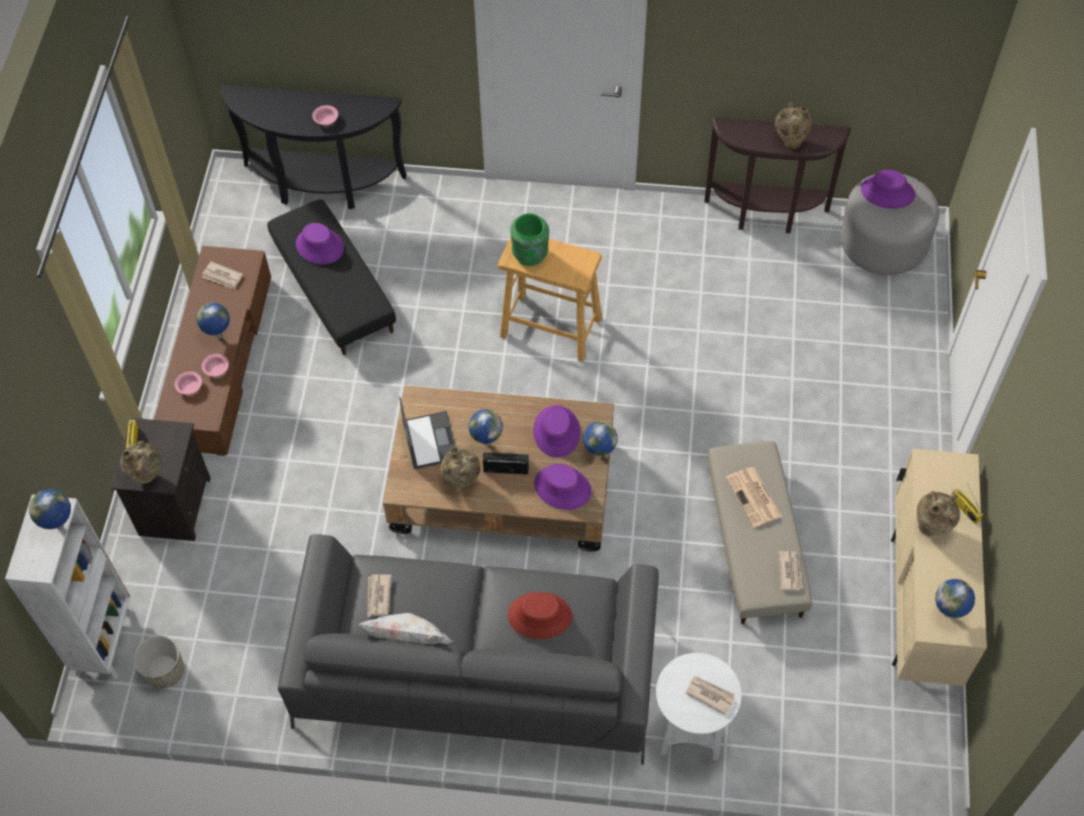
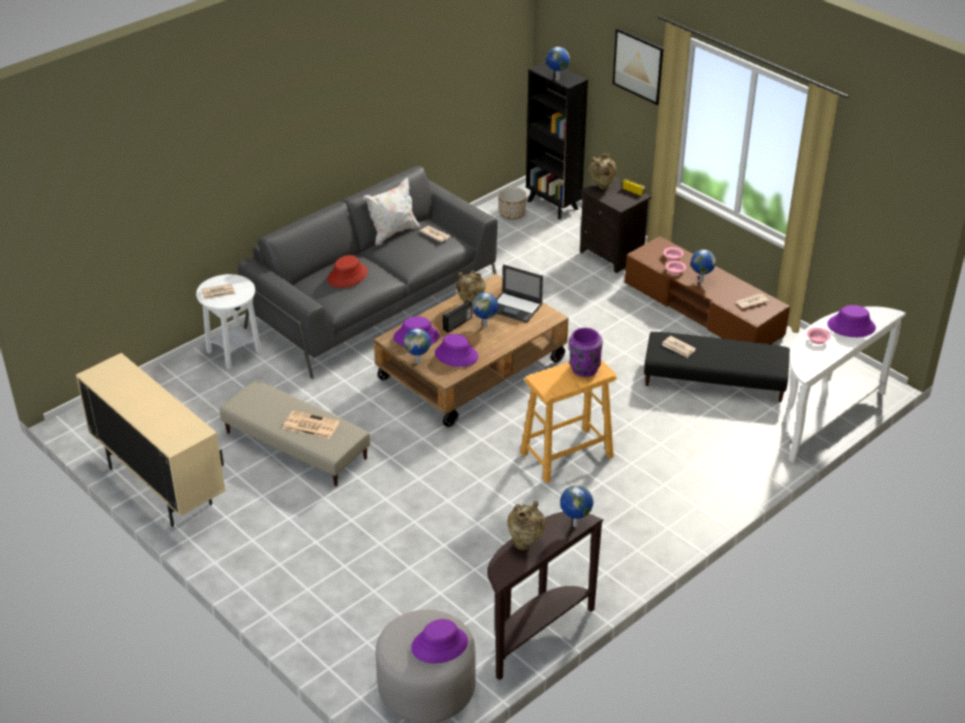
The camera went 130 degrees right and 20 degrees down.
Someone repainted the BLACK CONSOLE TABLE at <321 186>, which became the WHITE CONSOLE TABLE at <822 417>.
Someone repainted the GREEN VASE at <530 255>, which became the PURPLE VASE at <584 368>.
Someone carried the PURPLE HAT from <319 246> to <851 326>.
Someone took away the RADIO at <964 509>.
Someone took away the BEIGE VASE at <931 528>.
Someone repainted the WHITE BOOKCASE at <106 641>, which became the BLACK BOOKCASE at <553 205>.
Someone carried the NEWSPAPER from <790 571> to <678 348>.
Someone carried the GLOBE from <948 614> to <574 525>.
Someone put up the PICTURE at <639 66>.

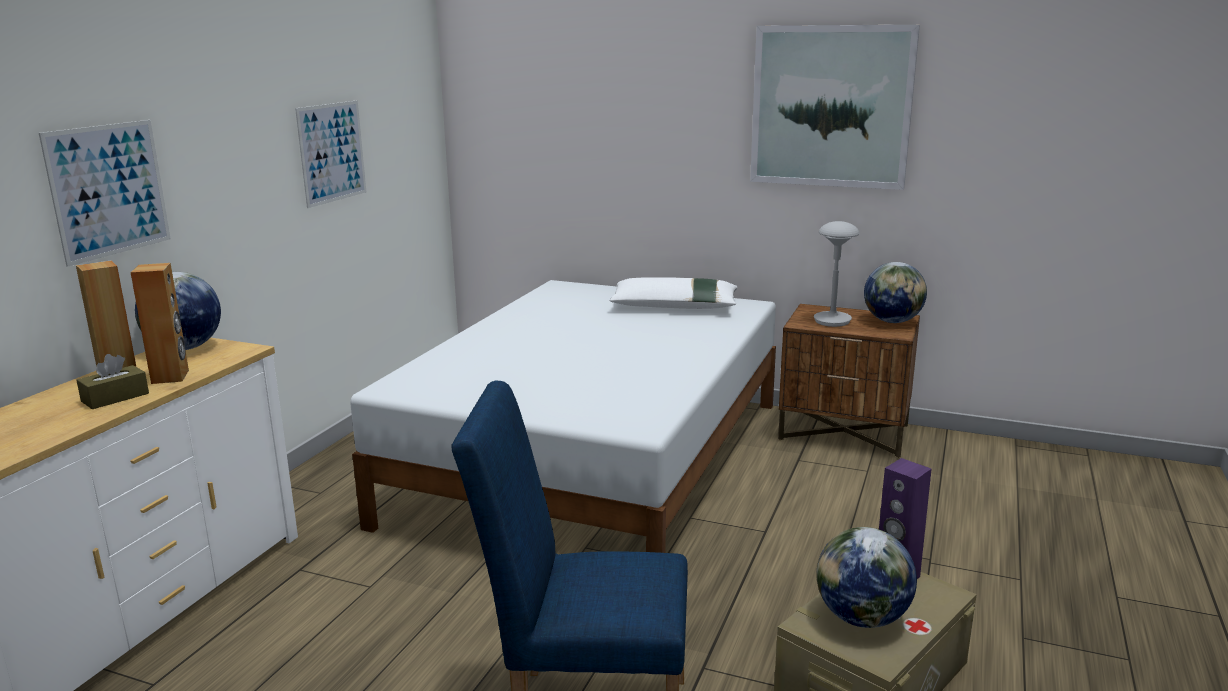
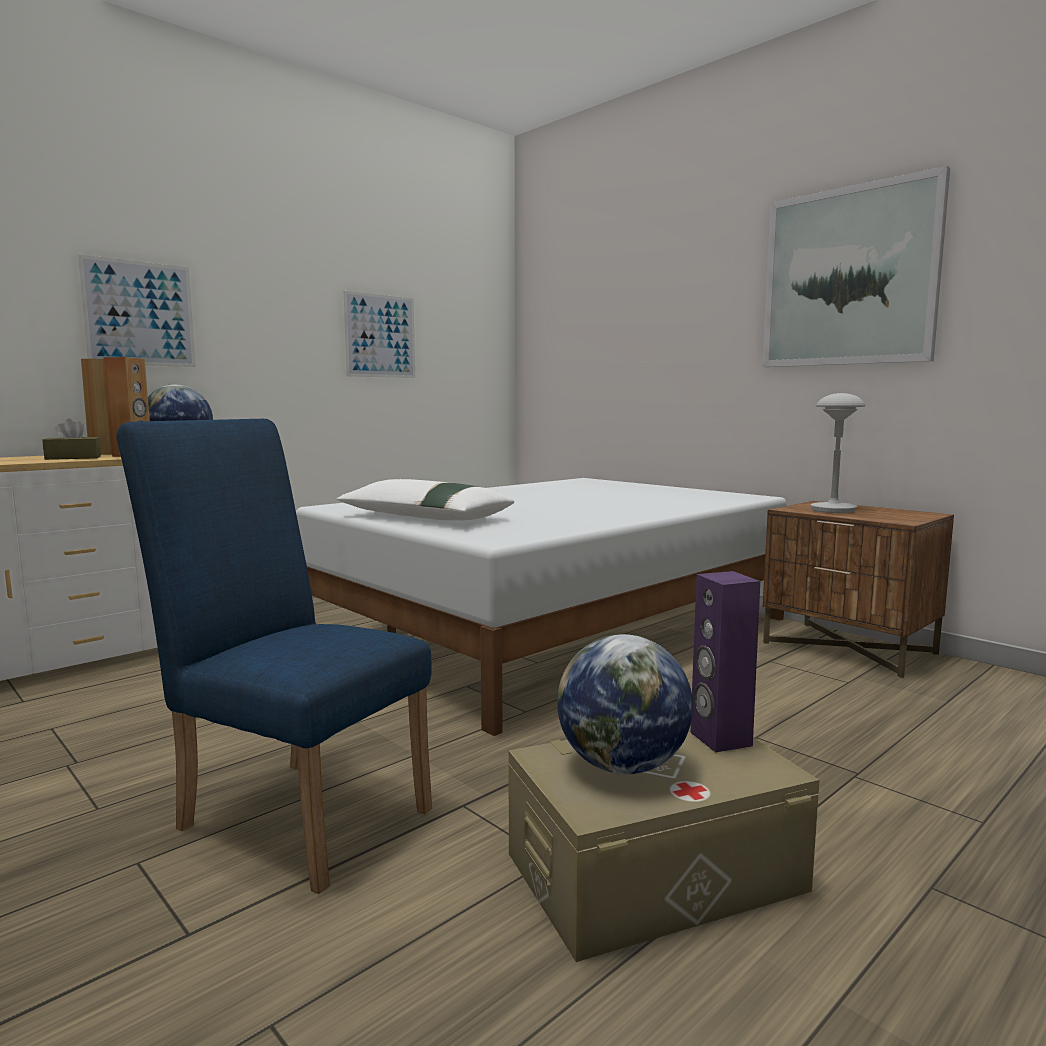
The camera went 25 degrees right and 10 degrees down.
Someone took away the GLOBE at <892 321>.
Someone carried the WHITE PILLOW from <674 306> to <424 518>.

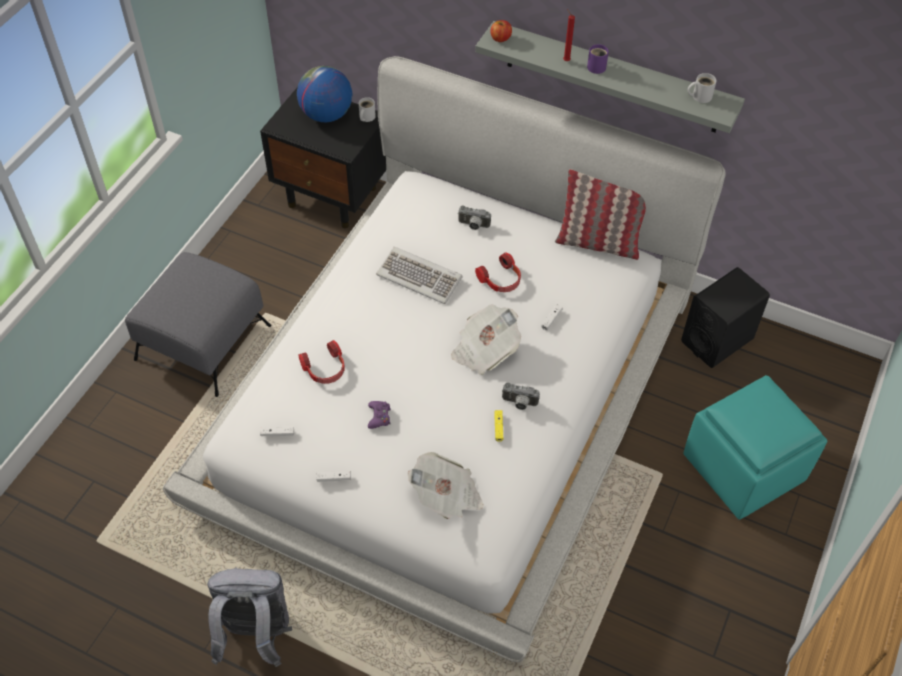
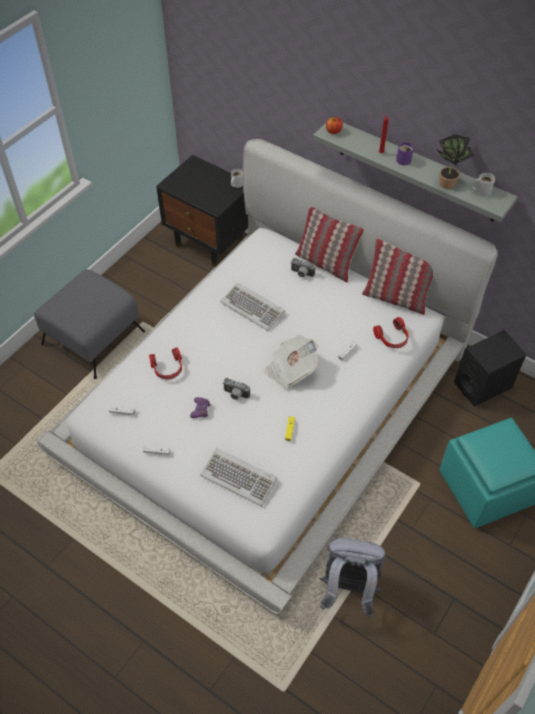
The camera went 10 degrees right and 0 degrees up.
Someone took away the GLOBE at <326 115>.
Someone carried the HEADPHONES from <501 280> to <392 338>.
Someone carried the PHOTO CAMERA from <519 403> to <235 395>.
Someone swapped the NEWSPAPER at <447 496> for the KEYBOARD at <239 477>.
Someone carried the GREY BACKPACK from <255 635> to <348 590>.
Someone put down the POTTED PLANT at <447 181>.
Someone put down the PILLOW at <325 263>.

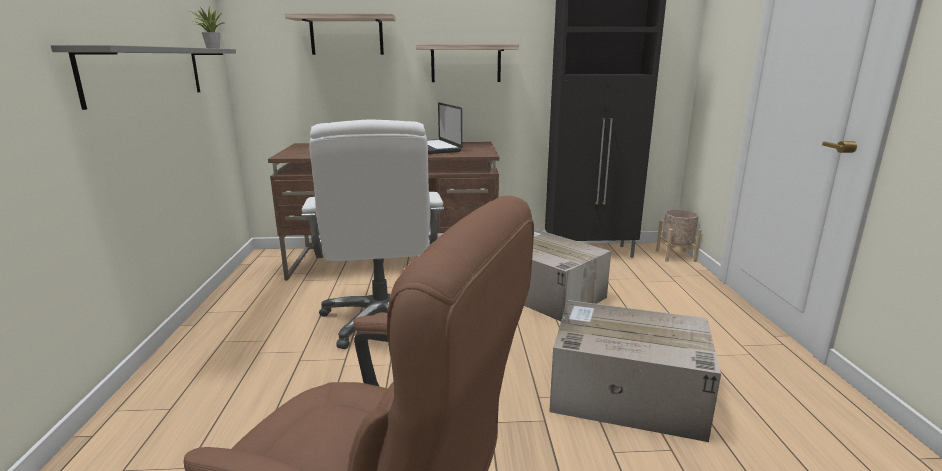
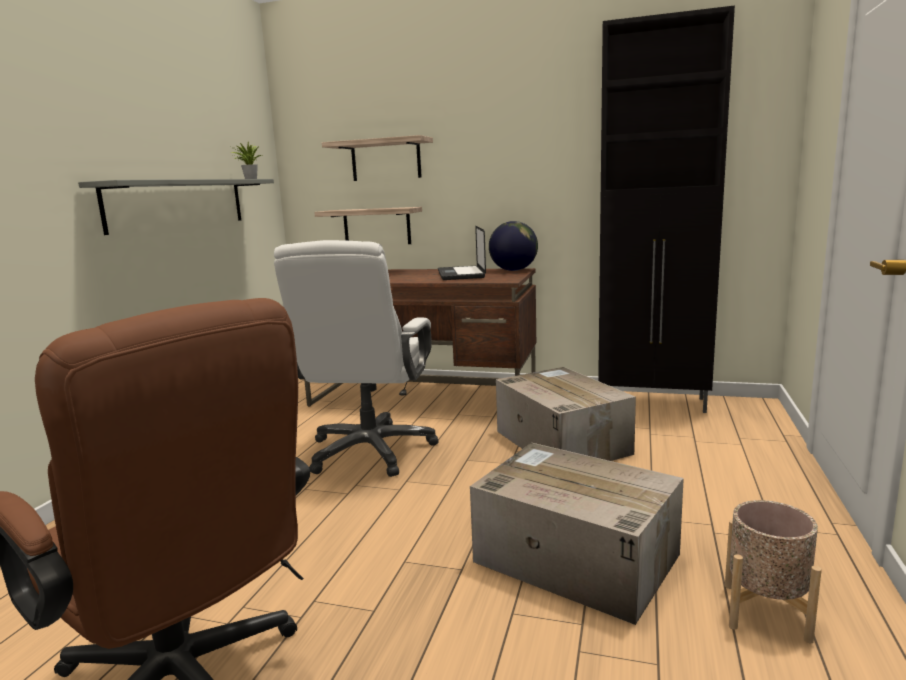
The camera went 20 degrees right and 5 degrees down.
Someone carried the SHELF from <466 63> to <377 226>.
Someone carried the BEIGE PLANTER from <675 256> to <766 611>.
Someone put down the GLOBE at <513 270>.

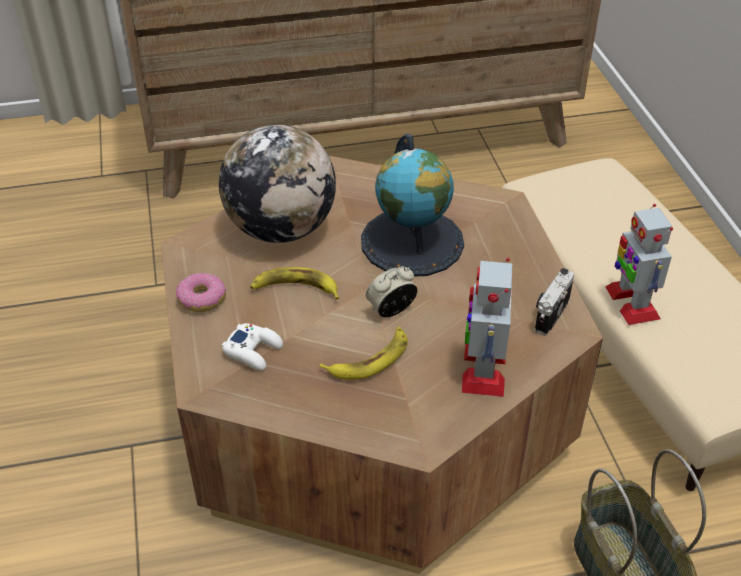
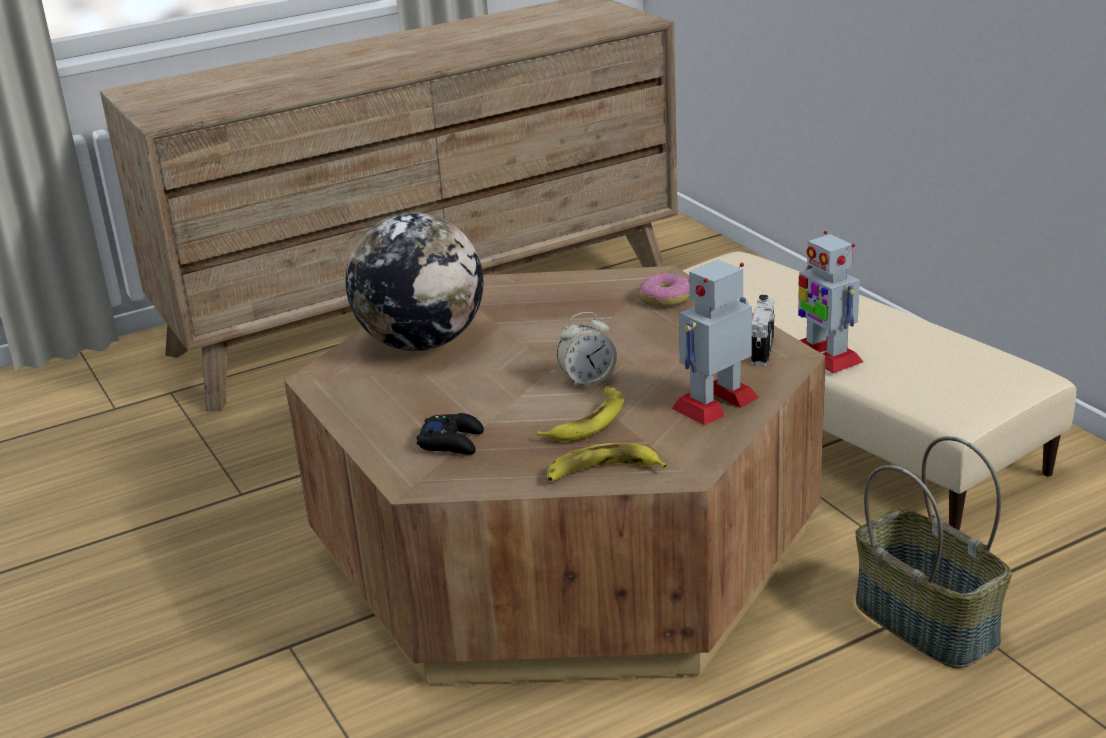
The camera went 15 degrees left and 15 degrees down.
Someone took away the GLOBE at <412 242>.
Someone rotated the TOY ROBOT at <483 368> by 60 degrees clockwise.
Someone rotated the ALARM CLOCK at <391 310> by 150 degrees counterclockwise.
Someone carried the BANANA from <295 289> to <602 471>.
Someone carried the DONUT from <201 299> to <665 299>.
Someone repainted the WHITE GAME CONTROLLER at <253 351>, which became the BLACK GAME CONTROLLER at <452 442>.

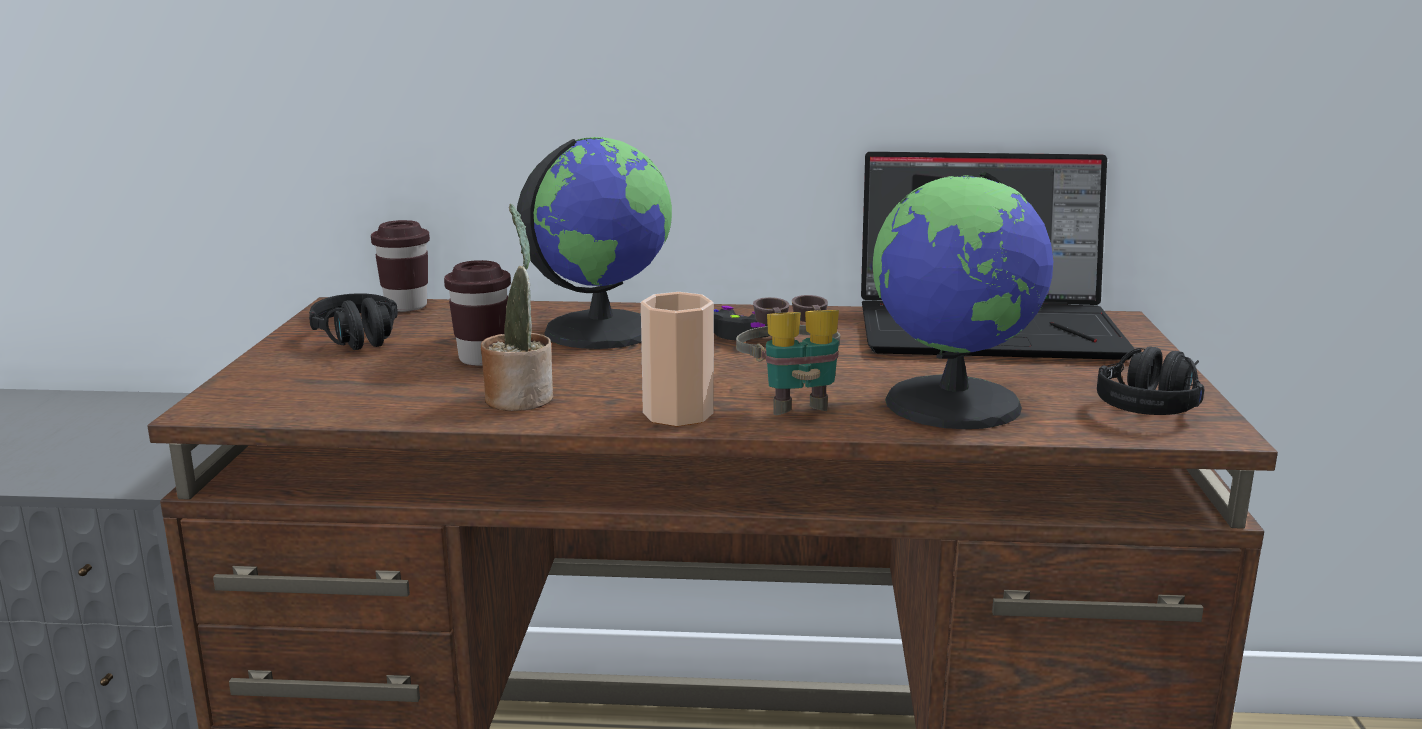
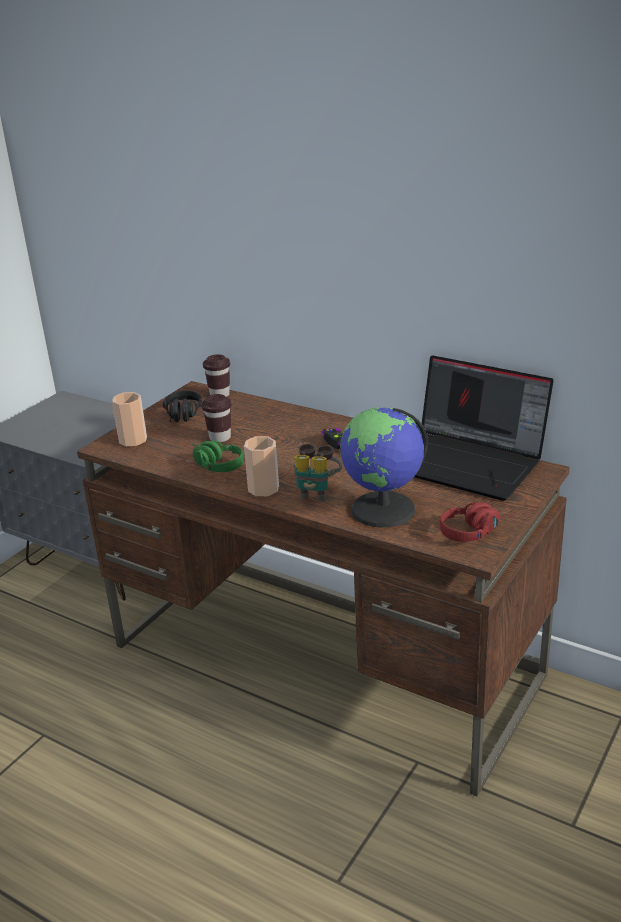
The camera went 30 degrees right and 10 degrees up.
Someone took away the GLOBE at <599 330>.
Someone swapped the POTTED PLANT at <520 397> for the GREEN HEADPHONES at <213 465>.
Someone repainted the BLACK HEADPHONES at <1153 402>, which became the RED HEADPHONES at <476 530>.
Someone put down the CUP at <133 440>.

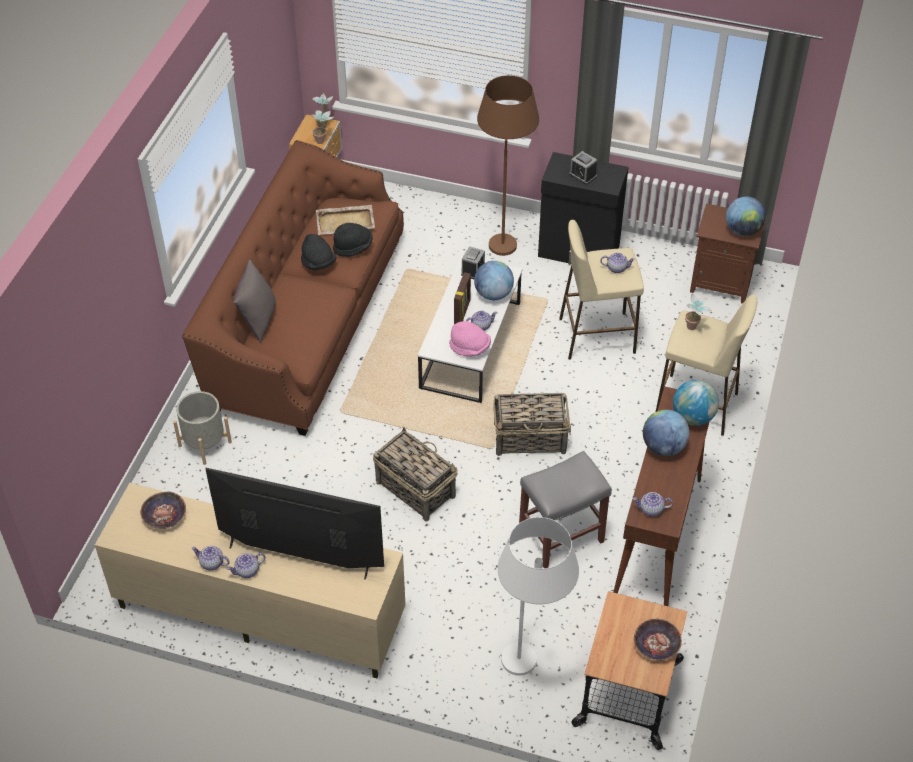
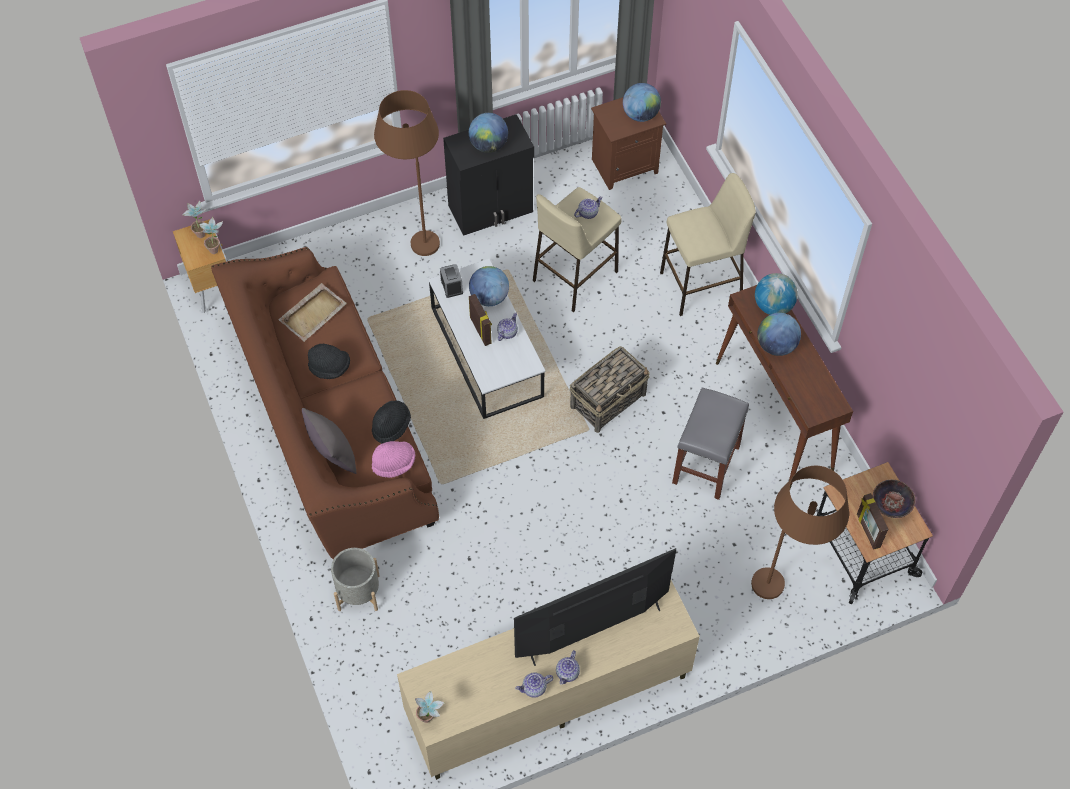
The camera went 40 degrees left and 10 degrees up.
Someone swapped the ALARM CLOCK at <582 175> for the GLOBE at <488 145>.
Someone carried the BLACK HAT from <353 247> to <391 426>.
Someone carried the POTTED PLANT from <693 329> to <429 719>.
Someone carried the PINK HAT from <470 348> to <394 464>.
Someone took away the BASKET at <415 488>.
Someone took away the BOWL at <164 515>.
Someone took away the TEAPOT at <651 510>.
Someone repainted the WHITE FLOOR LAMP at <530 674>, which became the BROWN FLOOR LAMP at <786 589>.
Someone put down the PICTURE FRAME at <867 531>.

